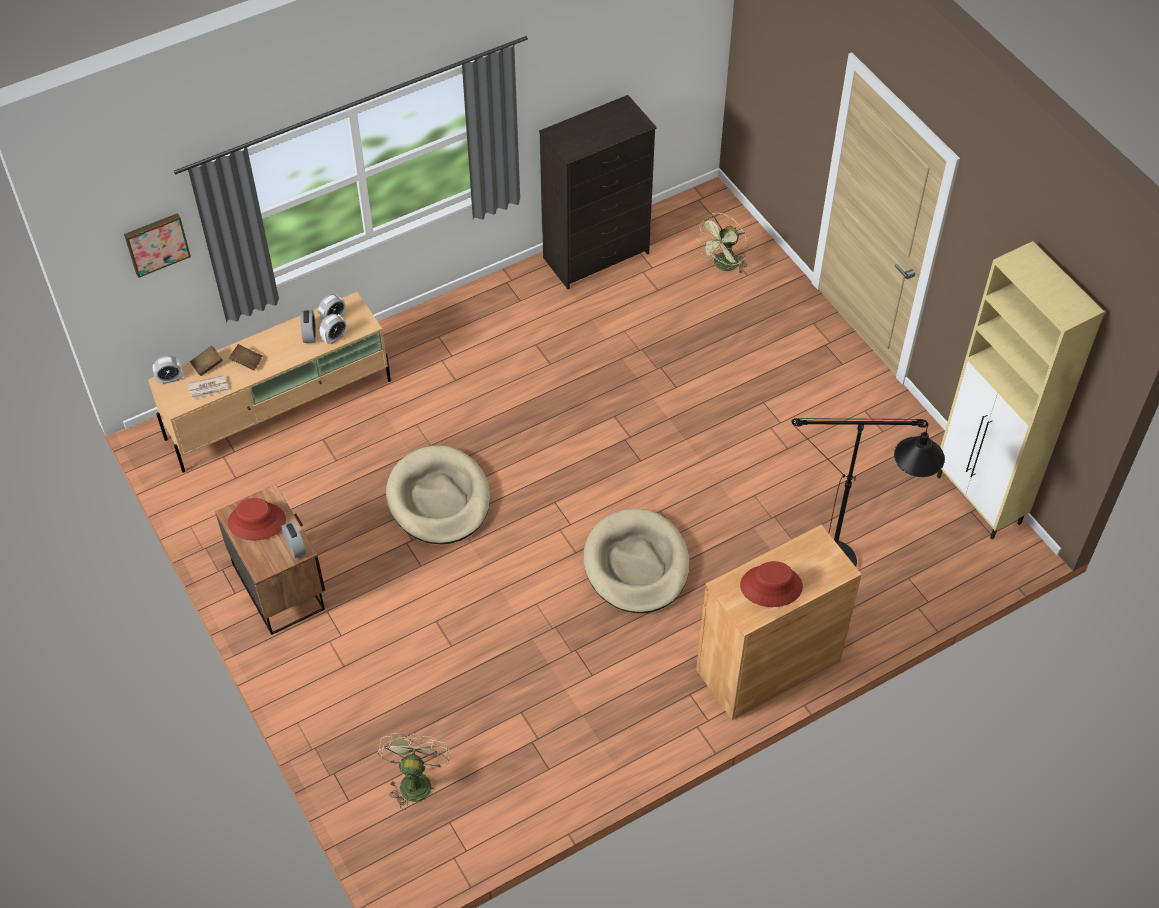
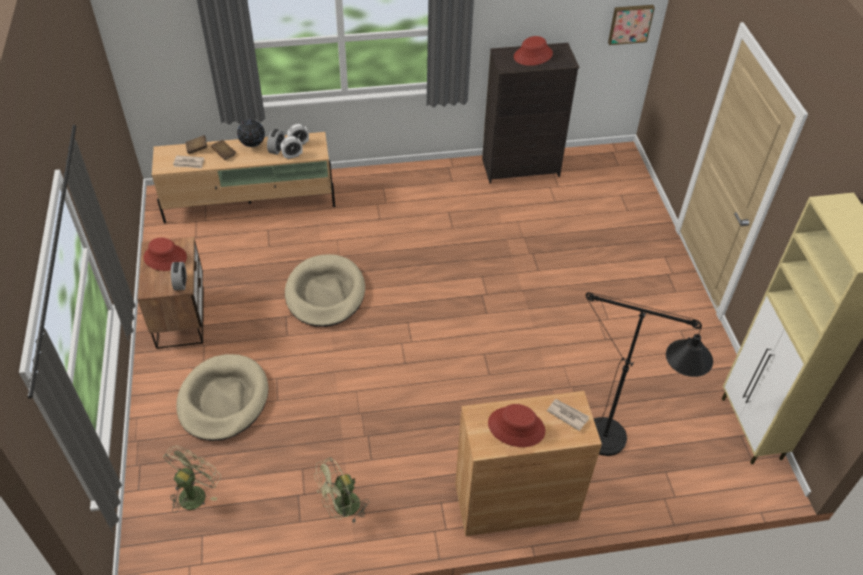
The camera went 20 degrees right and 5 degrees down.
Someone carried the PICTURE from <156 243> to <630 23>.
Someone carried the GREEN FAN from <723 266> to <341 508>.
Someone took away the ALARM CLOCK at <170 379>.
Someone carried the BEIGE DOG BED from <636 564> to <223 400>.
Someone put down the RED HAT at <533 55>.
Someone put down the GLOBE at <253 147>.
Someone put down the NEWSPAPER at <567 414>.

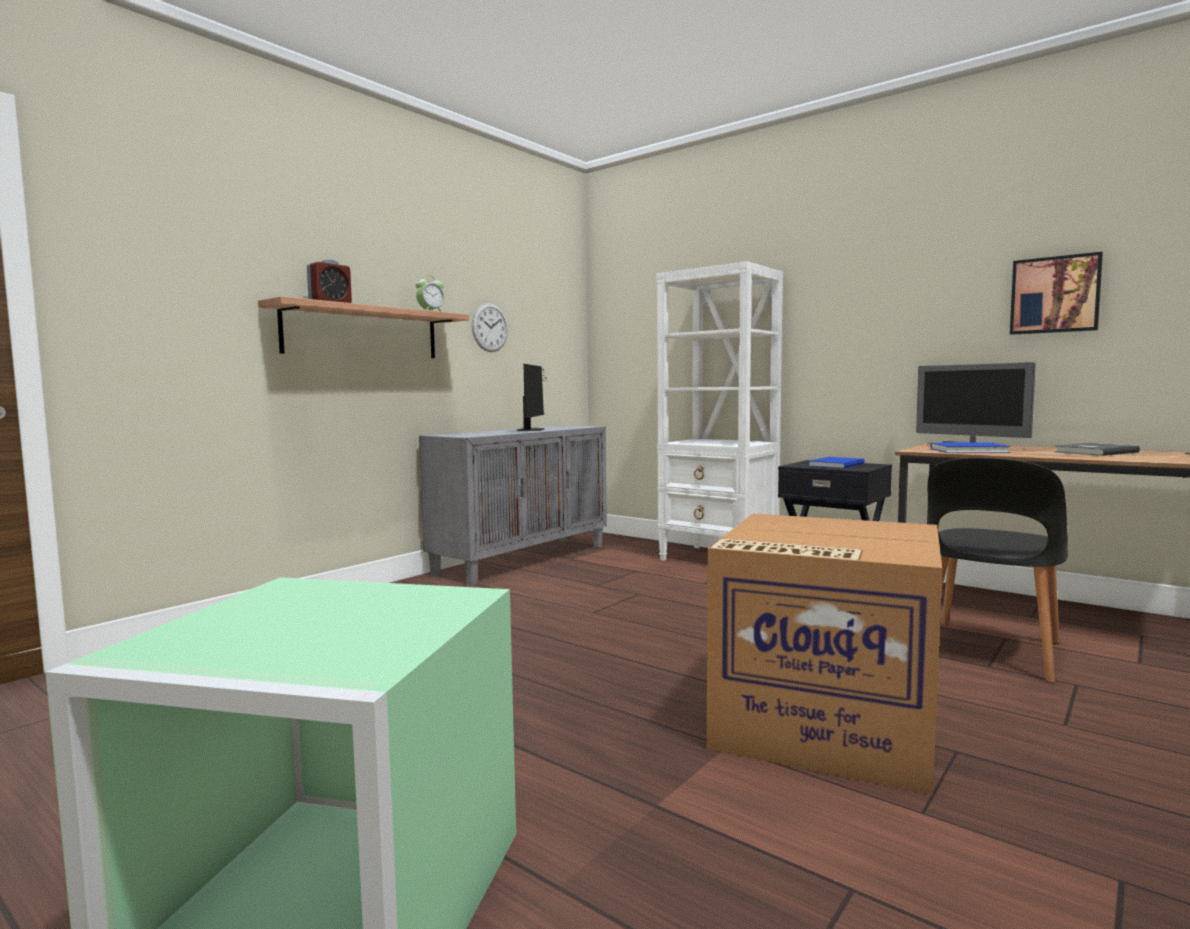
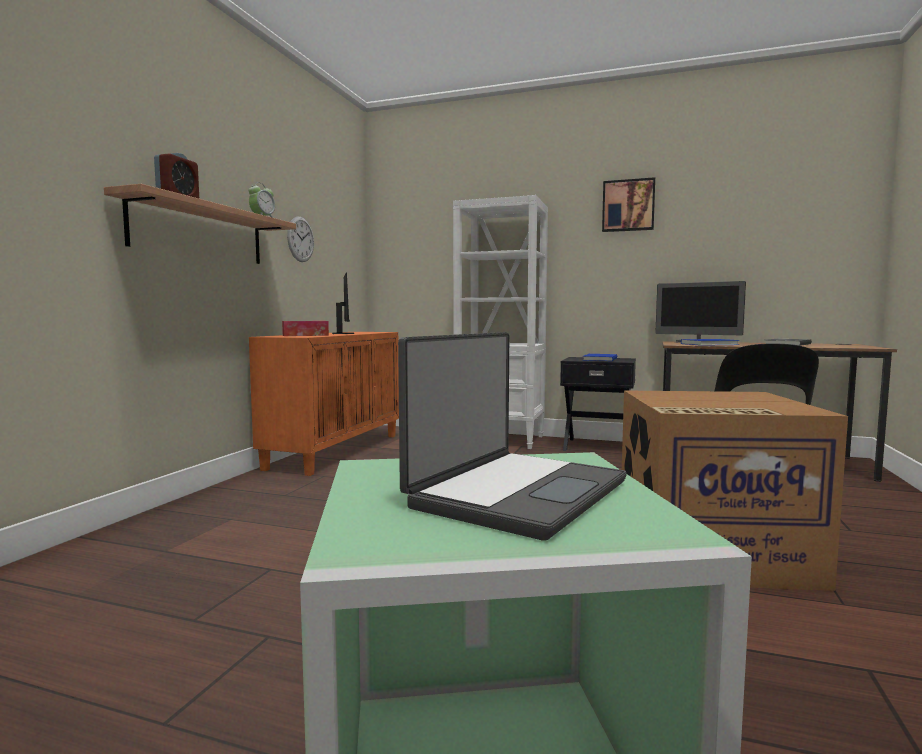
The camera went 20 degrees left and 0 degrees up.
Someone carried the PICTURE from <1055 295> to <628 205>.
Someone repainted the GREY CABINET at <522 559>, which became the ORANGE CABINET at <335 451>.
Someone put down the TISSUE BOX at <305 335>.
Someone put down the LAPTOP at <516 493>.

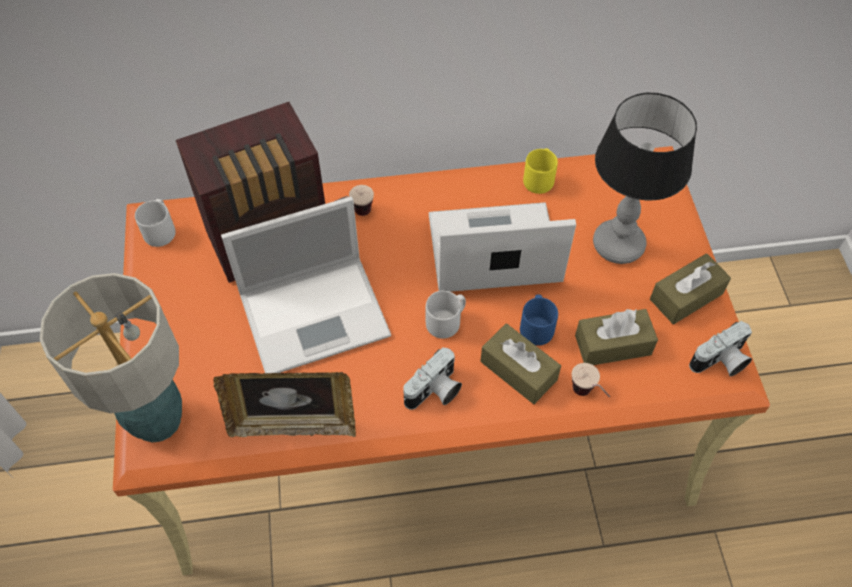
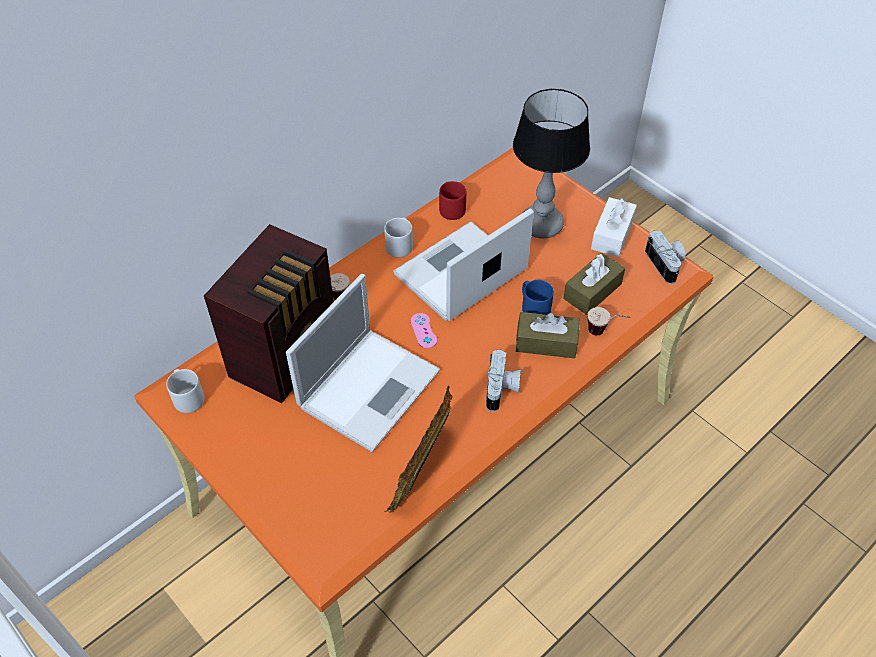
The camera went 35 degrees left and 5 degrees down.
Someone repainted the YELLOW MUG at <539 179>, which became the RED MUG at <451 208>.
Someone repainted the BROWN TISSUE BOX at <686 296>, which became the WHITE TISSUE BOX at <612 235>.
Someone took away the TABLE LAMP at <157 419>.
Someone carried the GREY MUG from <446 322> to <400 245>.
Someone rotated the PHOTO CAMERA at <721 362> by 45 degrees counterclockwise.
Someone rotated the PICTURE FRAME at <293 424> by 150 degrees clockwise.
Someone put down the PINK GAME CONTROLLER at <423 330>.

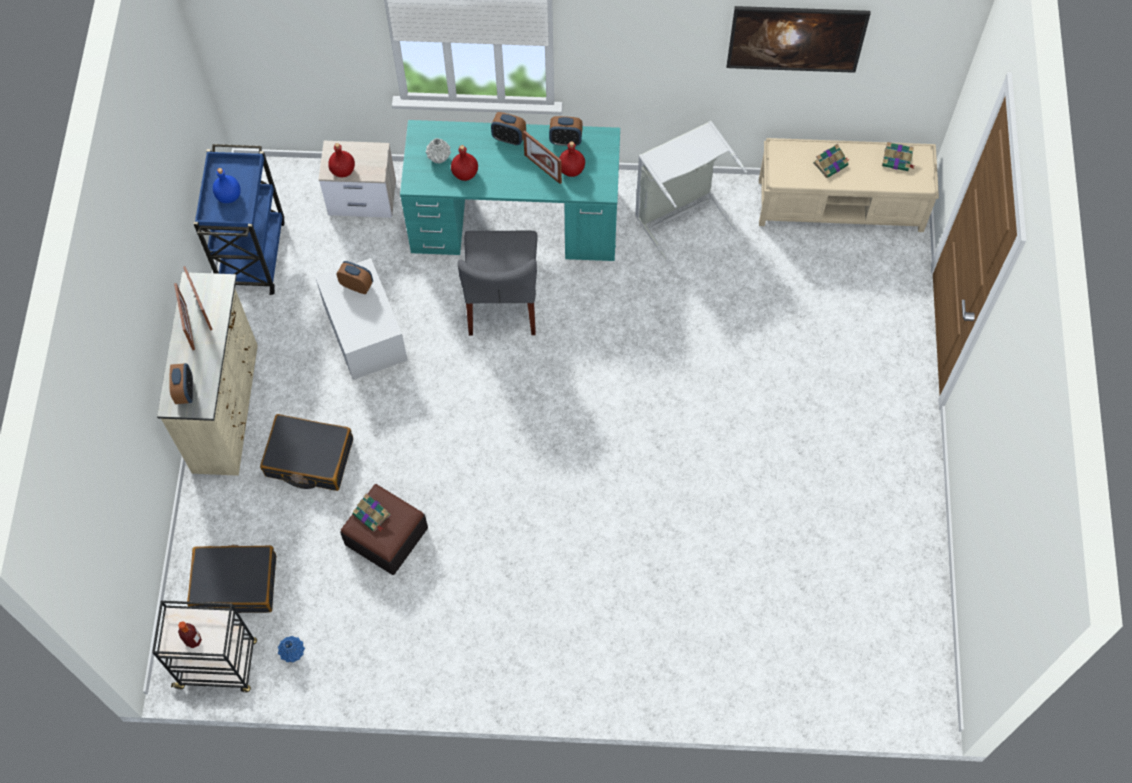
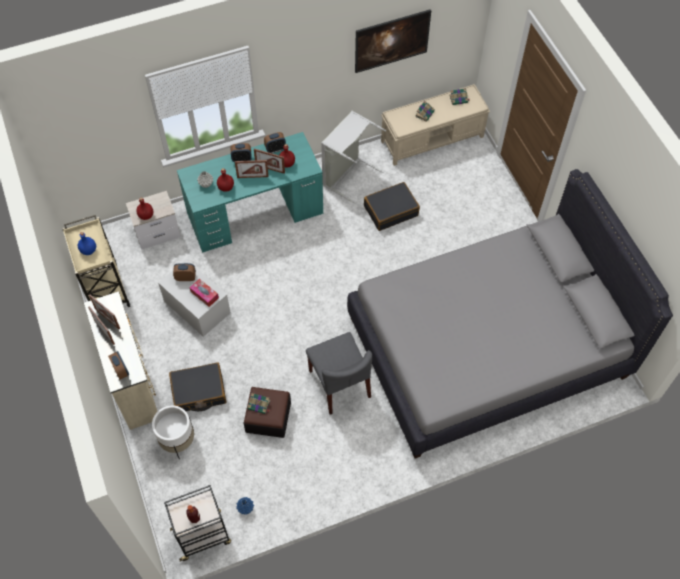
The camera went 25 degrees left and 5 degrees down.
Someone repainted the BLUE CART at <252 253>, which became the BEIGE CART at <105 288>.
Someone carried the GREY CHAIR from <502 301> to <340 384>.
Someone carried the BLACK SUITCASE from <235 583> to <391 210>.
Someone put down the PICTURE FRAME at <252 177>.
Someone put down the GREY BED at <487 346>.
Someone put down the TISSUE BOX at <204 295>.
Someone put down the WHITE PLANTER at <178 441>.

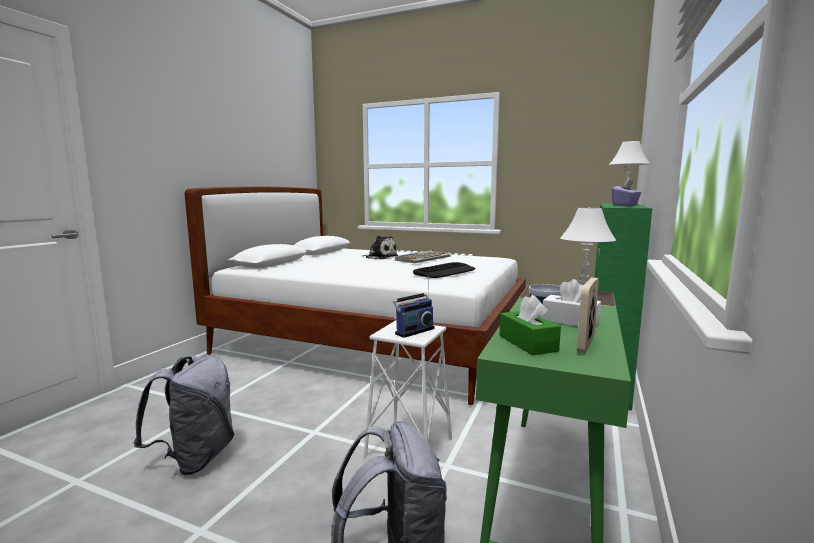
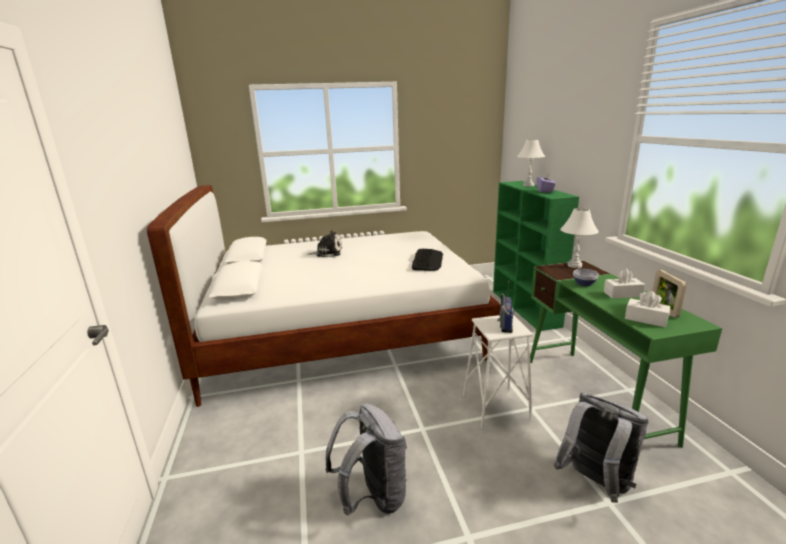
The camera went 35 degrees left and 10 degrees up.
Someone took away the KEYBOARD at <423 258>.
Someone repainted the GREEN TISSUE BOX at <527 343>, which became the WHITE TISSUE BOX at <645 319>.

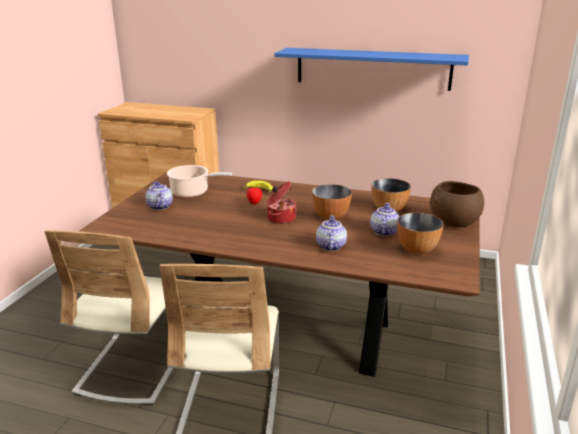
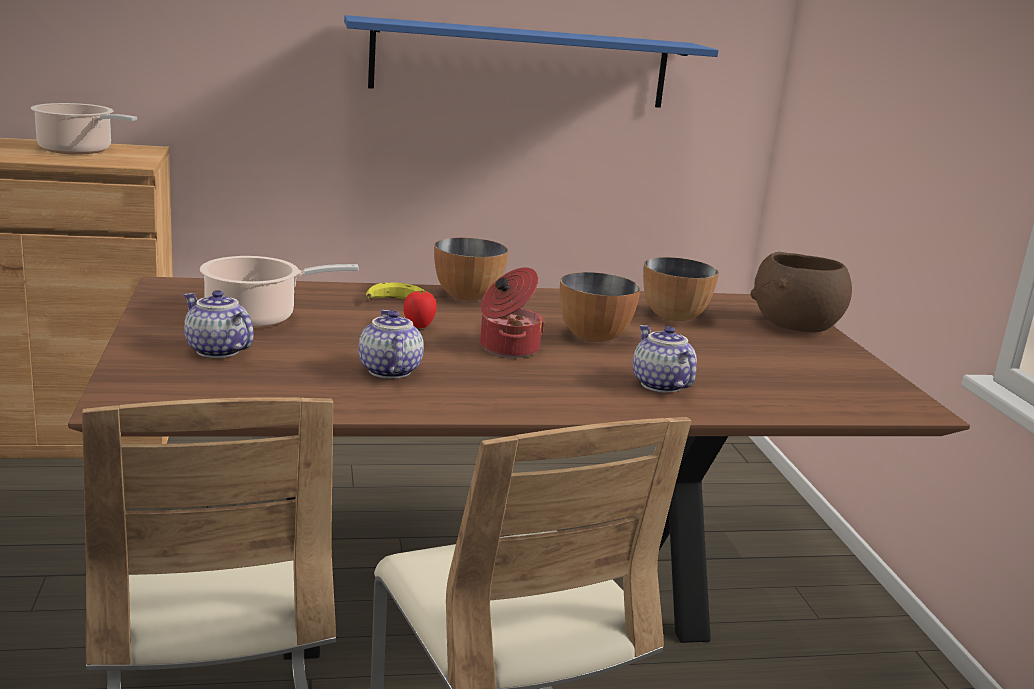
The camera went 30 degrees left and 5 degrees down.
Someone carried the TEAPOT from <383 231> to <388 370>.
Someone carried the BOWL from <416 249> to <467 296>.
Someone put down the COOKING POT at <78 150>.

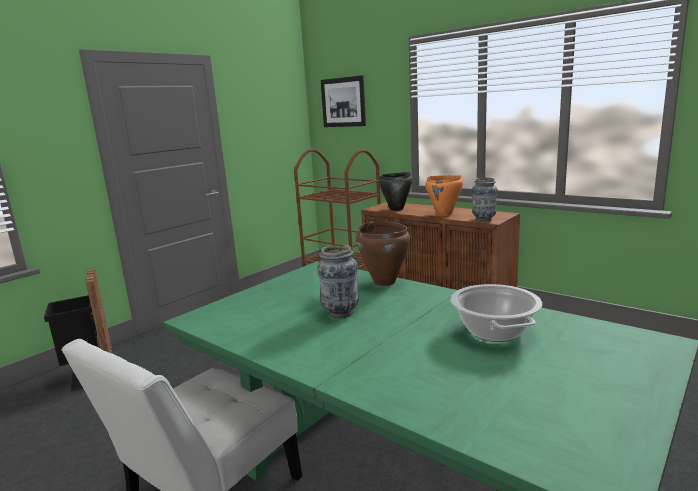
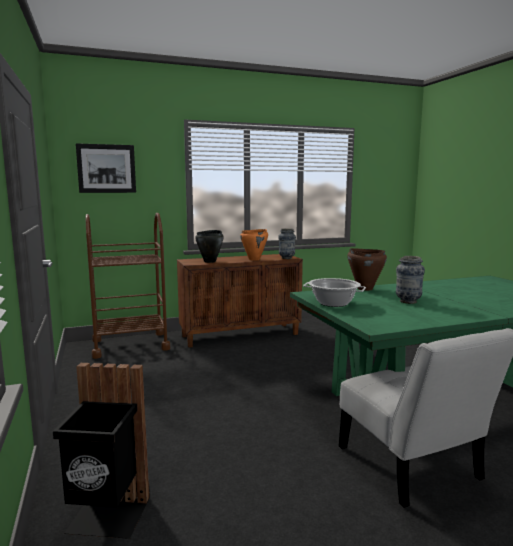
The camera went 60 degrees left and 5 degrees down.
Someone carried the COOKING POT from <494 331> to <333 303>.

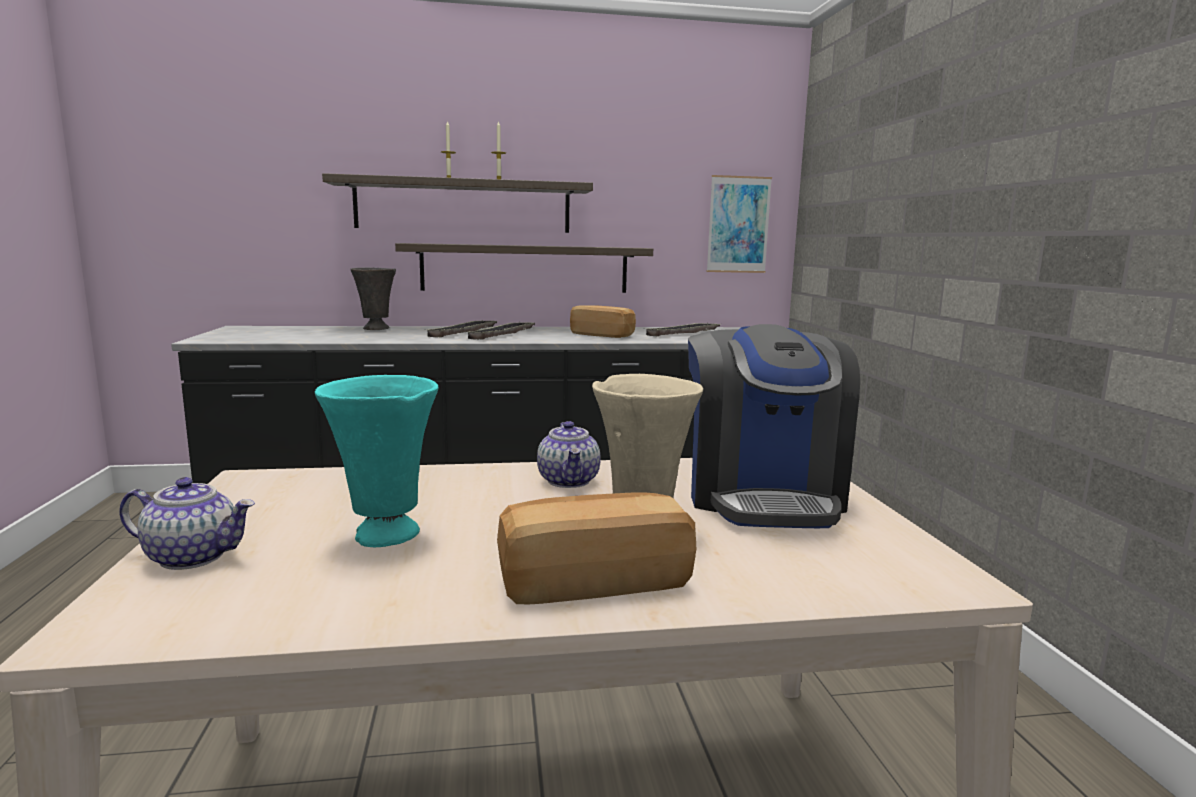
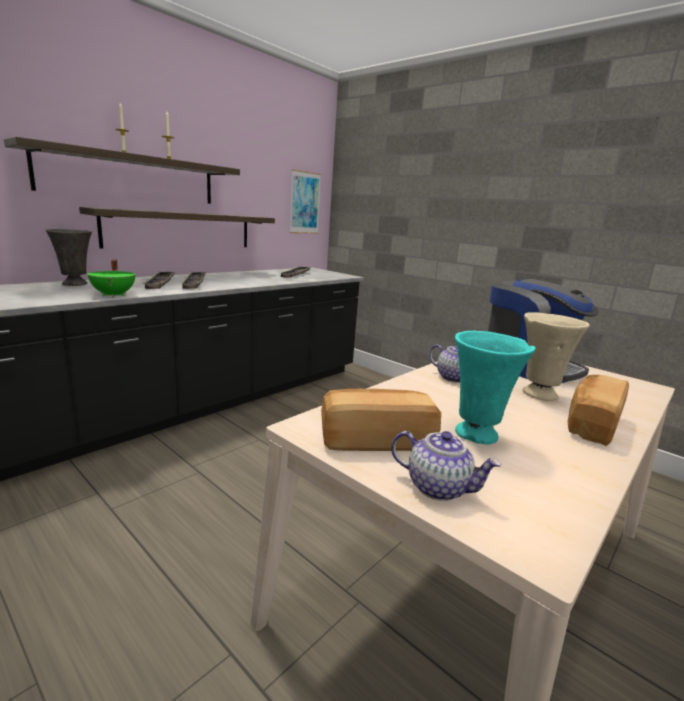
The camera went 40 degrees left and 5 degrees up.
Someone carried the BREAD from <602 334> to <376 440>.
Someone rotated the TEAPOT at <194 556> by 60 degrees clockwise.
Someone put down the GREEN COOKING POT at <114 295>.

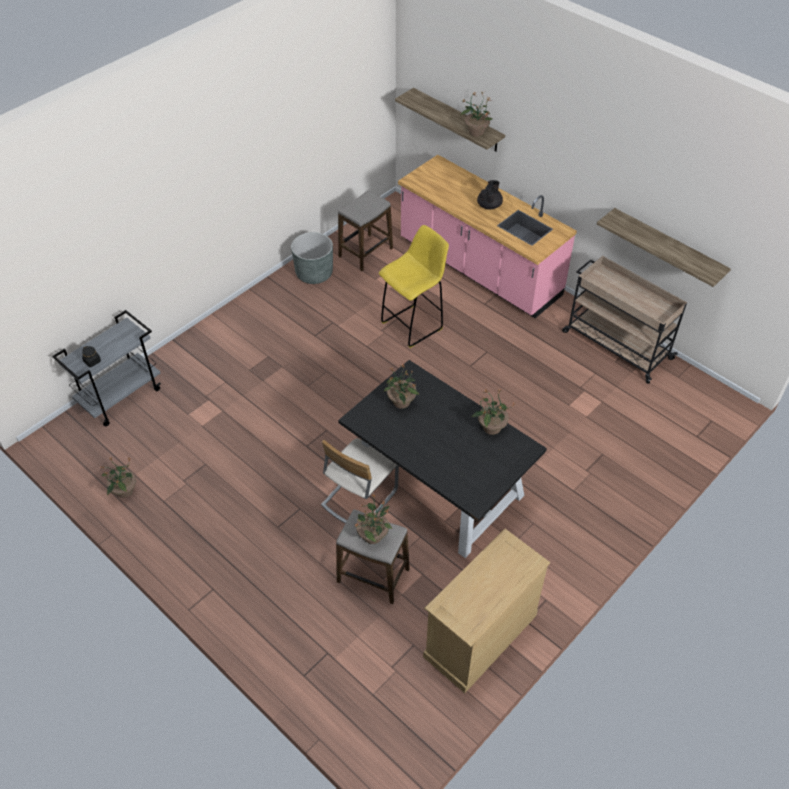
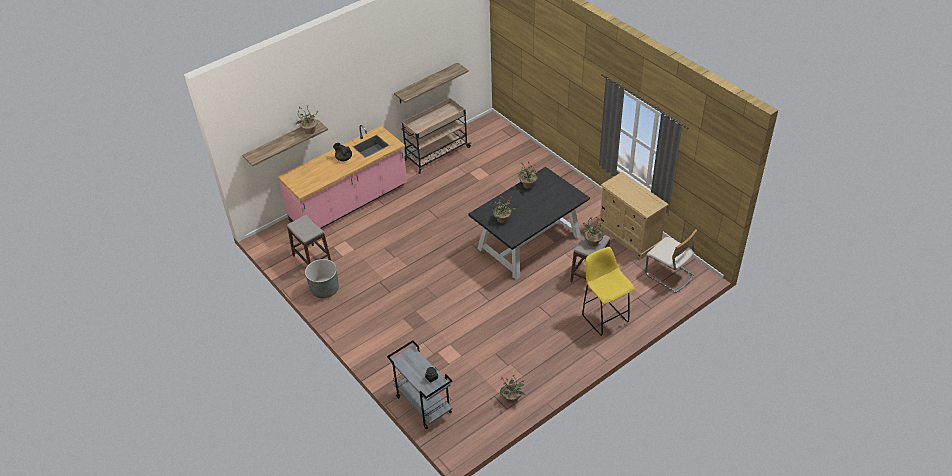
The camera went 80 degrees left and 5 degrees down.
Someone carried the YELLOW STOOL from <413 325> to <604 318>.
Someone carried the BEIGE CHAIR from <359 497> to <669 275>.

